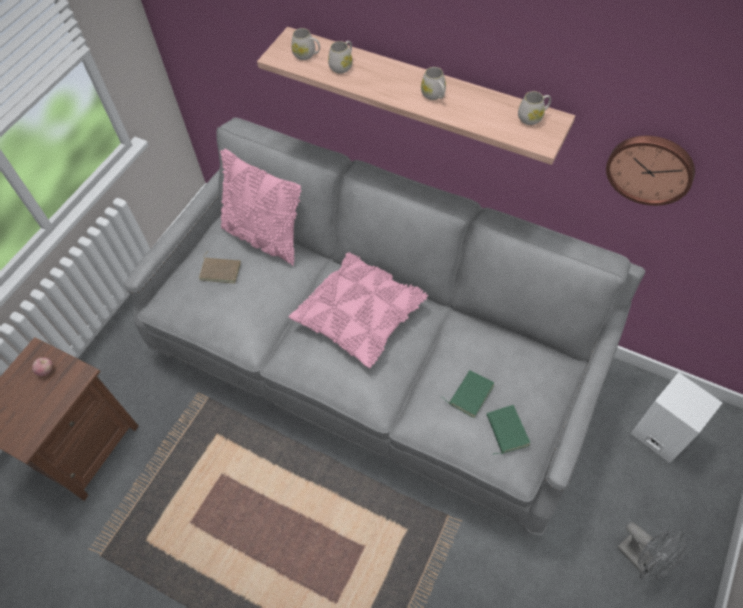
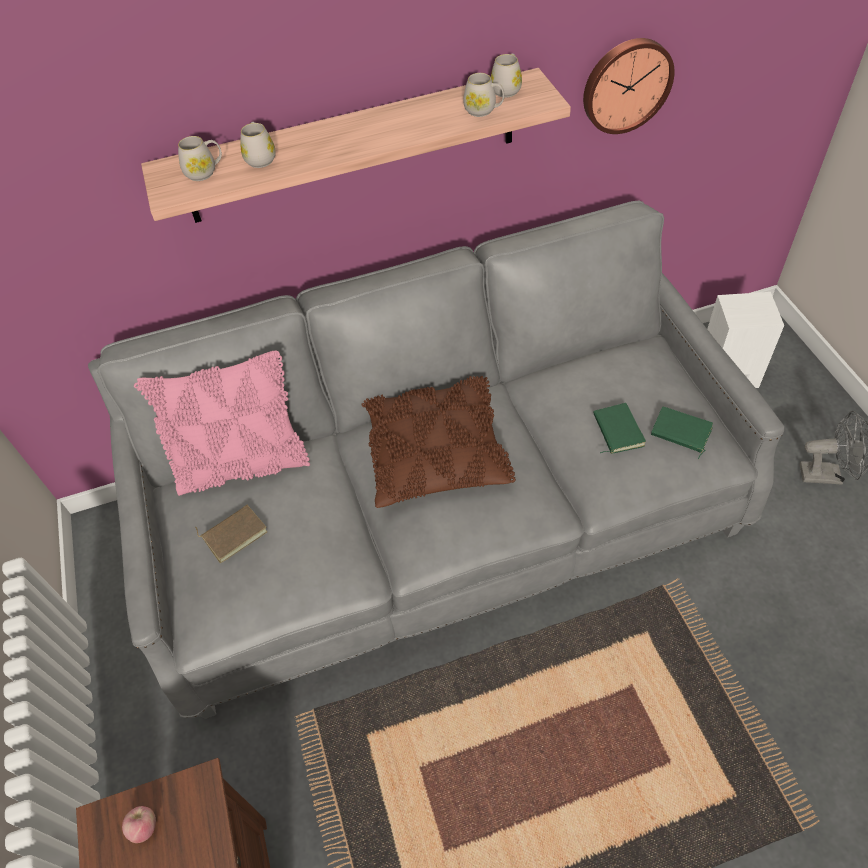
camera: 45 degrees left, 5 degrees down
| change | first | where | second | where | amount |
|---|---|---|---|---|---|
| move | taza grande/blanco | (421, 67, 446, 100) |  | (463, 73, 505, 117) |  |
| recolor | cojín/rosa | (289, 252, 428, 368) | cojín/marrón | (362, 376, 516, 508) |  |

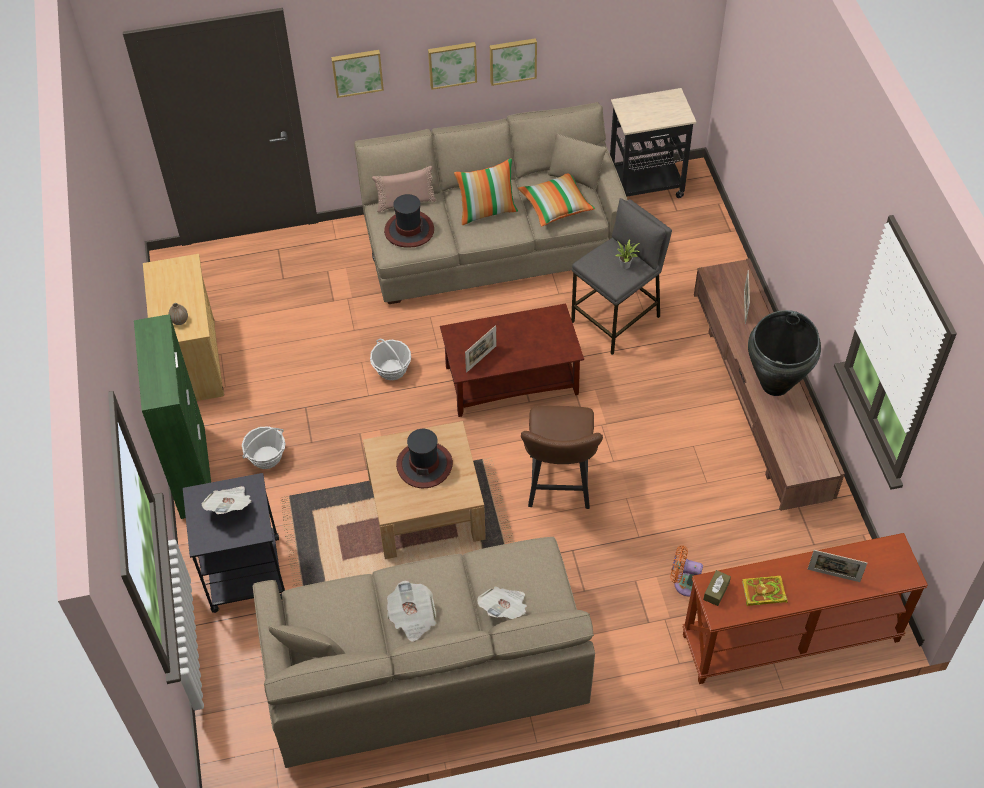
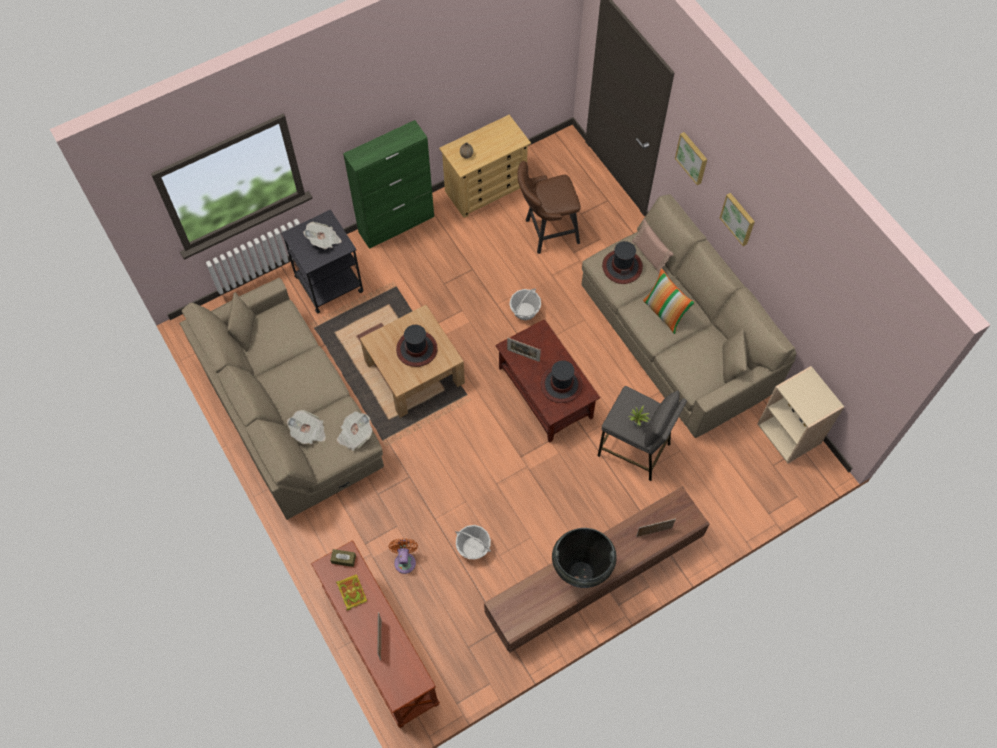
camera: 70 degrees right, 10 degrees up
| change | first | where | second | where | amount |
|---|---|---|---|---|---|
| delete | cuadro | (490, 38, 537, 86) |  |  |  |
| replace | carrito | (610, 88, 696, 198) | estantería/beis | (757, 366, 844, 463) |  |
| delete | cojín | (518, 174, 595, 226) |  |  |  |
| move | taburete/marrón | (521, 406, 603, 509) |  | (517, 161, 581, 254) |  |
| move | cesta | (242, 426, 285, 469) |  | (455, 525, 491, 559) |  |
| move | periódico | (387, 580, 436, 642) |  | (337, 411, 372, 451) |  |
| insert |  |  | sombrero | (541, 360, 583, 403) |  |

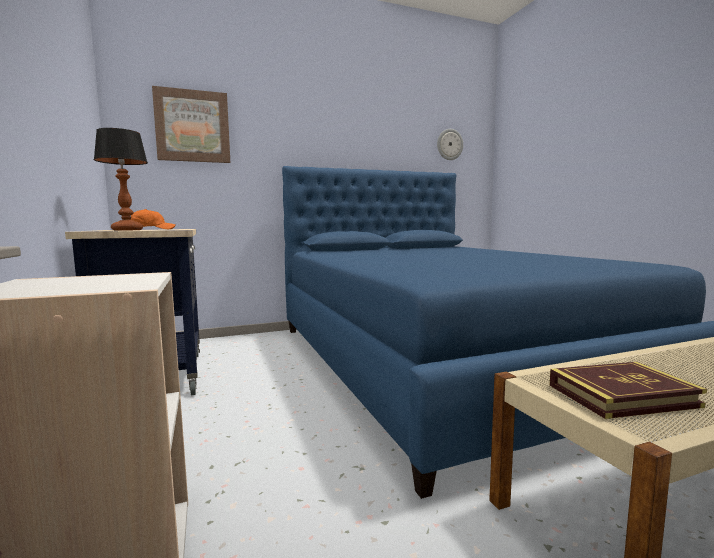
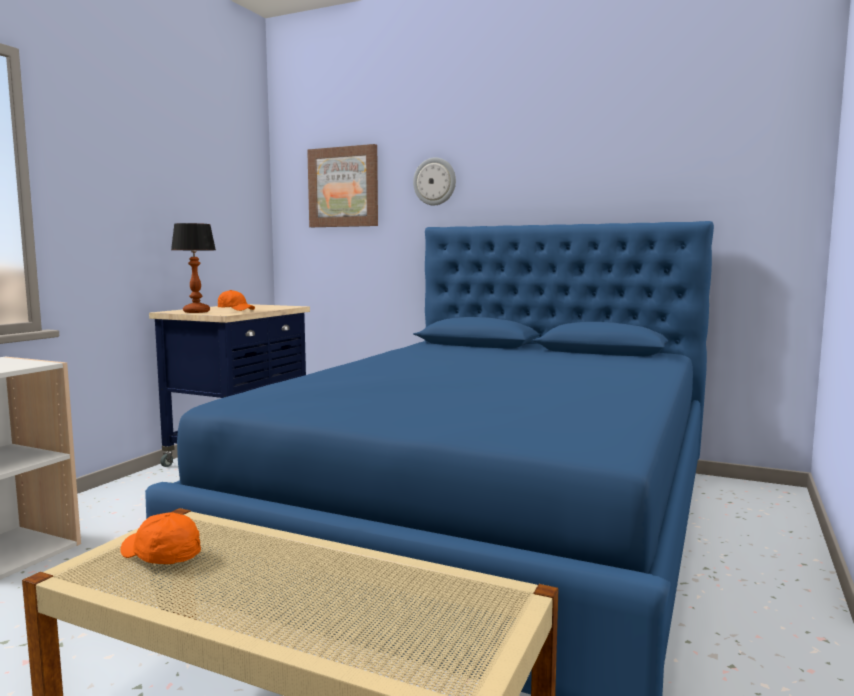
camera: 45 degrees right, 0 degrees up
| change | first | where | second | where | amount |
|---|---|---|---|---|---|
| move | reloj de pared | (437, 129, 463, 160) |  | (413, 157, 456, 205) |  |
| replace | libro | (550, 362, 707, 419) | gorra/naranja | (120, 512, 201, 564) |  |

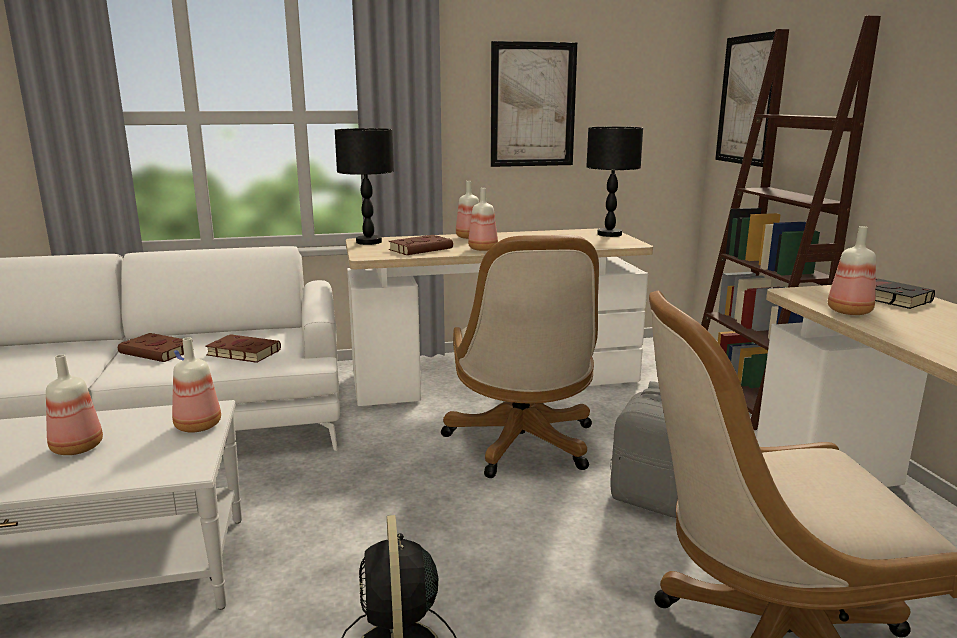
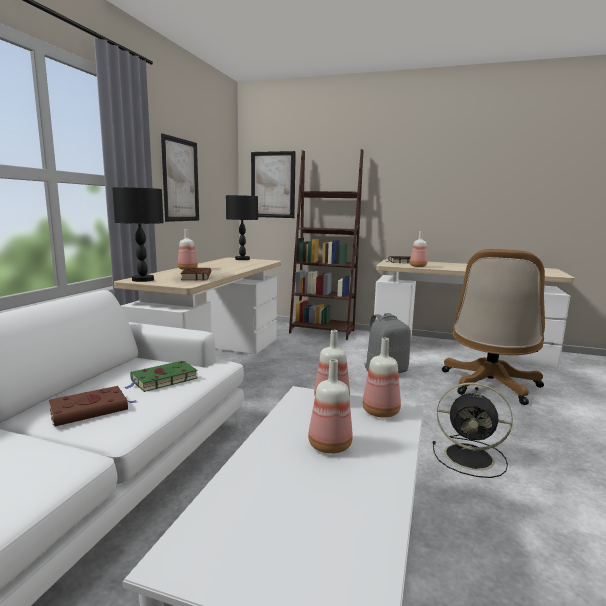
camera: 60 degrees left, 5 degrees down
| change | first | where | second | where | amount |
|---|---|---|---|---|---|
| move | botella | (468, 188, 498, 251) |  | (363, 338, 401, 418) |  |
| delete | silla de oficina | (441, 235, 599, 478) |  |  |  |
| recolor | libro/marrón | (205, 334, 281, 363) | libro/verde | (124, 361, 198, 392) |  |

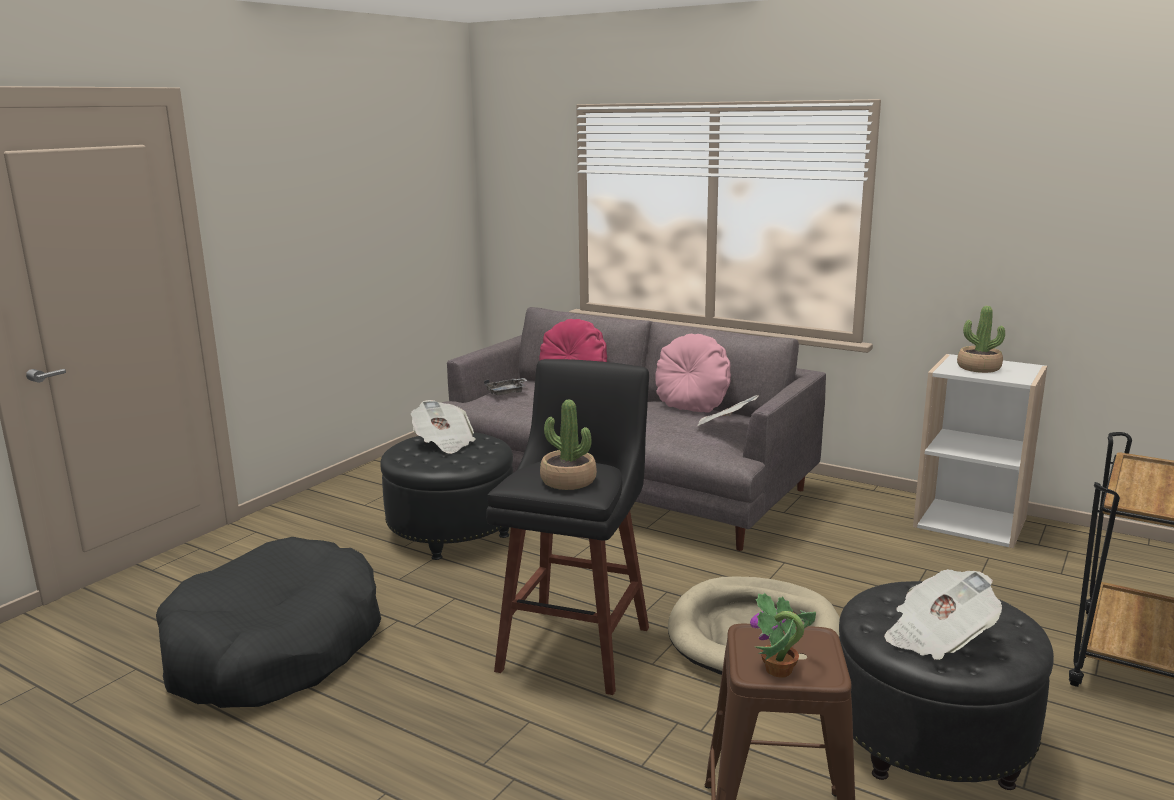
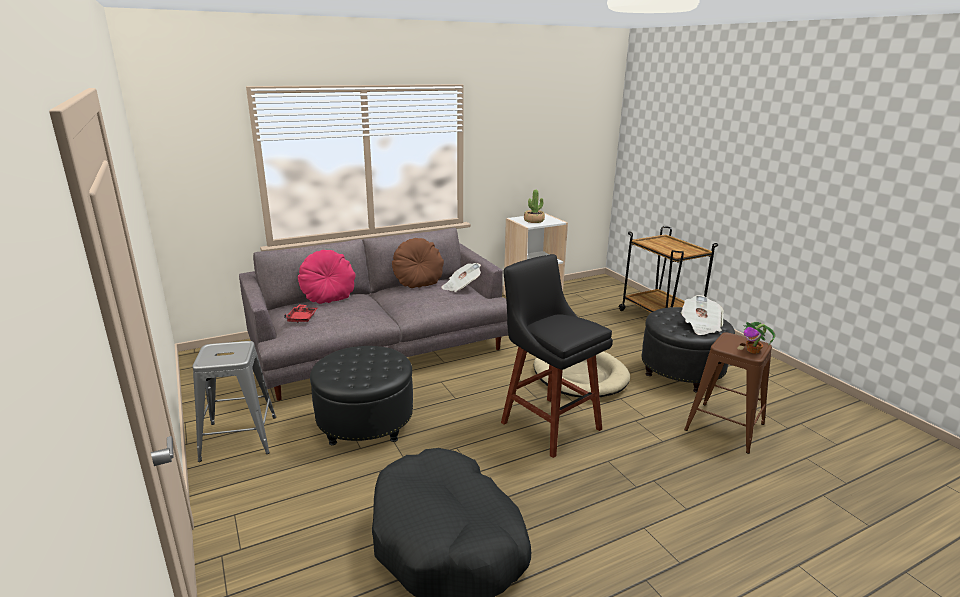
camera: 60 degrees left, 5 degrees up
| change | first | where | second | where | amount |
|---|---|---|---|---|---|
| recolor | cojín/rosa | (655, 334, 731, 413) | cojín/marrón | (392, 238, 444, 288) |  |
| recolor | bandeja/gris | (484, 378, 528, 395) | bandeja/rojo | (284, 304, 317, 323) |  |
| delete | planta en maceta | (540, 399, 597, 490) |  |  |  |
| delete | periódico | (411, 400, 476, 454) |  |  |  |
| insert |  |  | taburete/gris | (193, 341, 276, 462) |  |

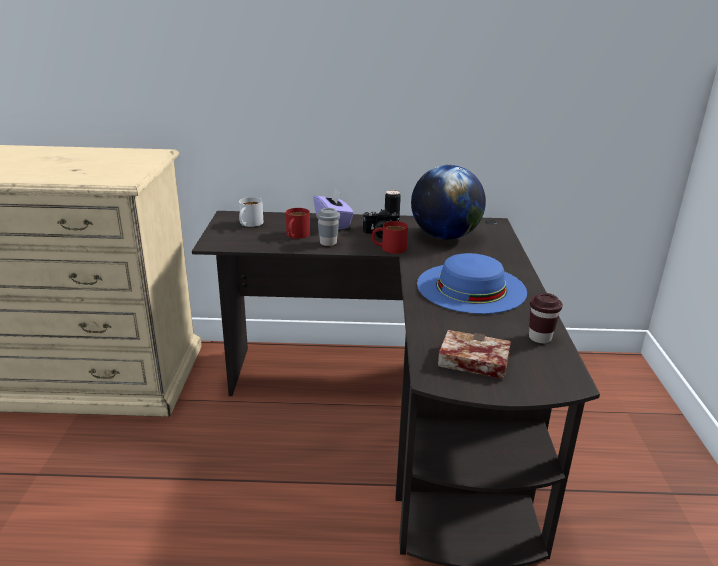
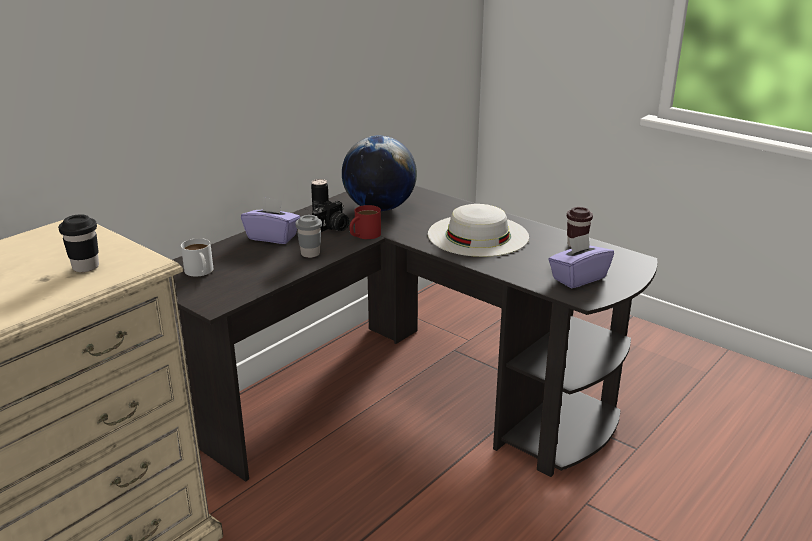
camera: 50 degrees left, 0 degrees up
| change | first | where | second | where | amount |
|---|---|---|---|---|---|
| delete | taza grande/rojo | (286, 208, 310, 239) |  |  |  |
| recolor | sombrero/azul | (417, 253, 527, 314) | sombrero/blanco | (428, 204, 529, 257) |  |
| replace | libro | (438, 330, 511, 379) | caja de pañuelos/morado | (548, 233, 614, 288) |  |
| insert |  |  | taza/negro | (58, 214, 99, 272) |  |

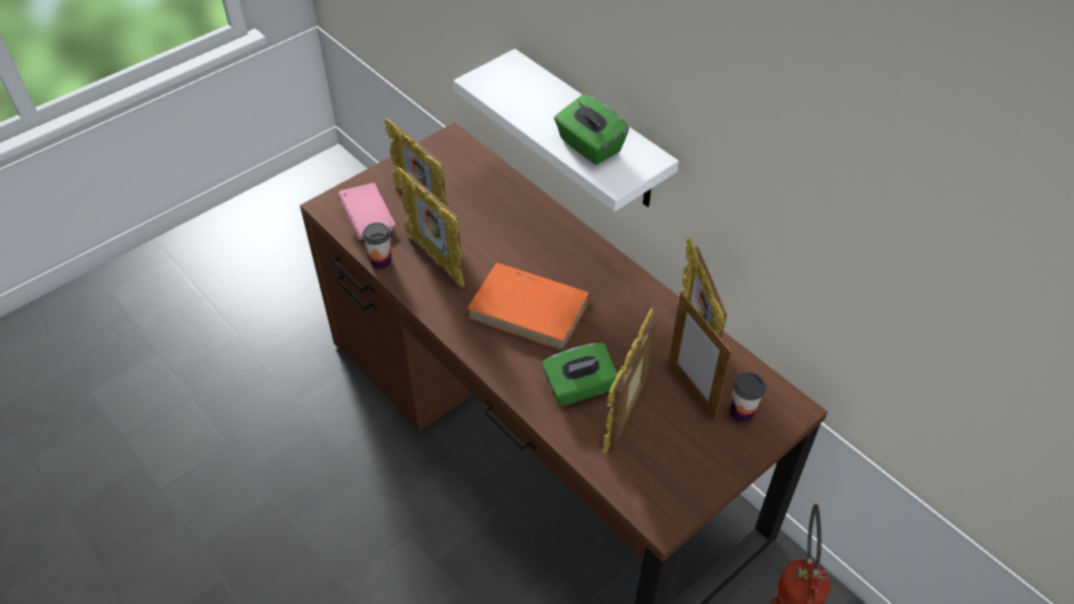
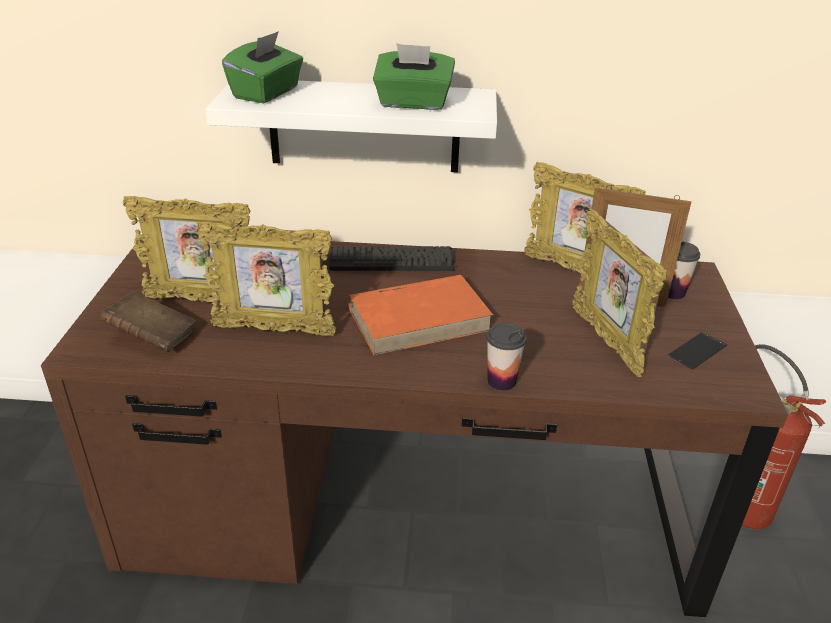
camera: 45 degrees left, 15 degrees down
| change | first | where | second | where | amount |
|---|---|---|---|---|---|
| recolor | libro/rosa | (337, 183, 395, 239) | libro/marrón | (101, 291, 196, 352) |  |
| move | taza | (362, 222, 392, 269) |  | (486, 322, 527, 391) |  |
| move | caja de pañuelos/verde | (542, 343, 617, 406) |  | (222, 31, 303, 104) |  |
| insert |  |  | teclado | (329, 246, 455, 271) |  |
| insert |  |  | móvil | (668, 332, 727, 370) |  |

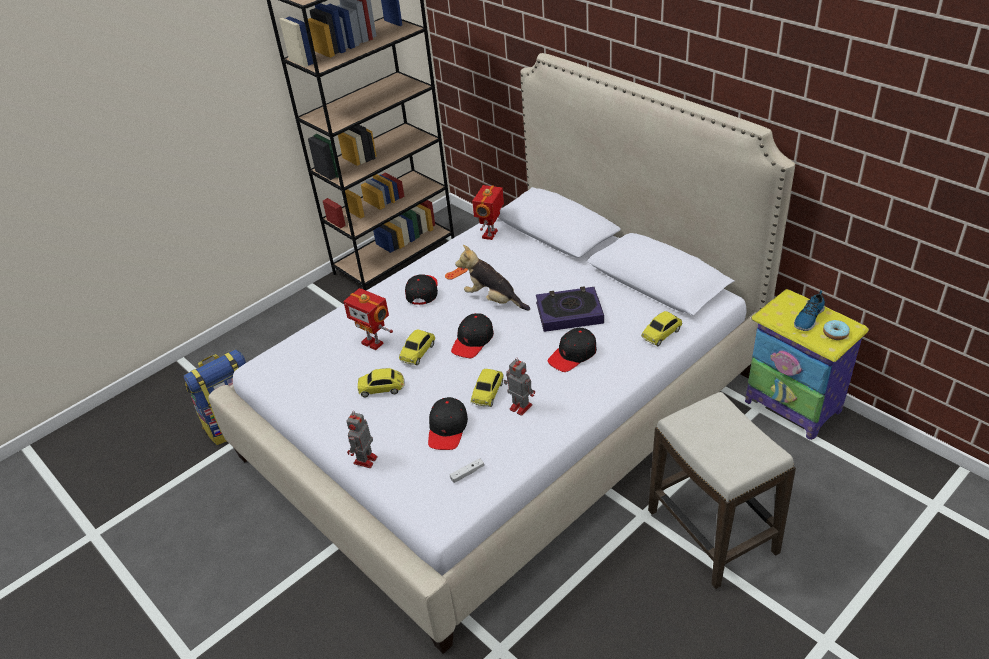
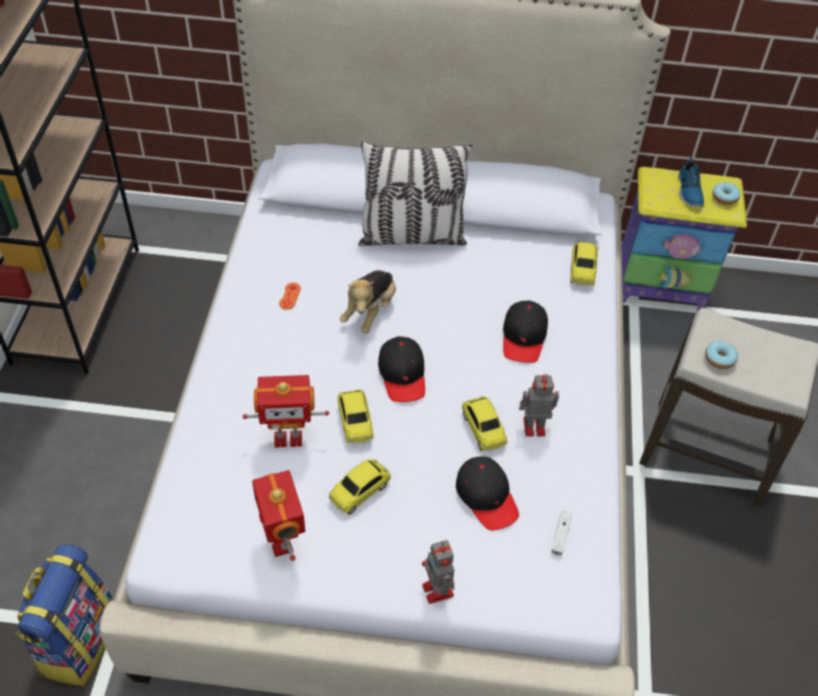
camera: 45 degrees left, 10 degrees up
| change | first | where | second | where | amount |
|---|---|---|---|---|---|
| move | robot de juguete | (472, 185, 504, 240) |  | (252, 470, 305, 561) |  |
| rotate | peluche | (455, 245, 530, 311) |  | (340, 270, 396, 333) | 60 degrees counterclockwise |
| delete | gorra/negro | (405, 274, 438, 305) |  |  |  |
| delete | libro | (536, 286, 604, 332) |  |  |  |
| insert |  |  | cojín | (358, 141, 472, 246) |  |
| insert |  |  | rosquilla | (705, 341, 738, 369) |  |

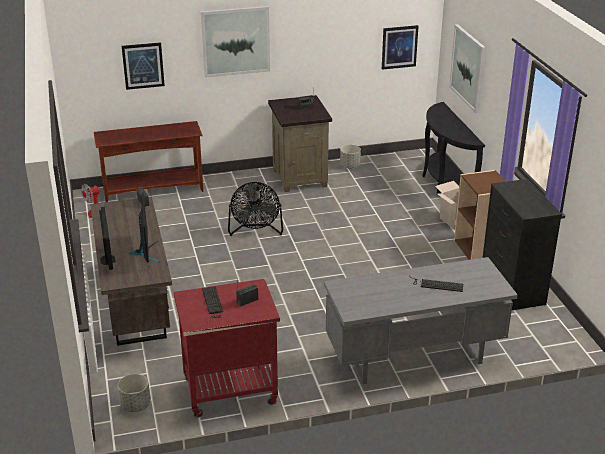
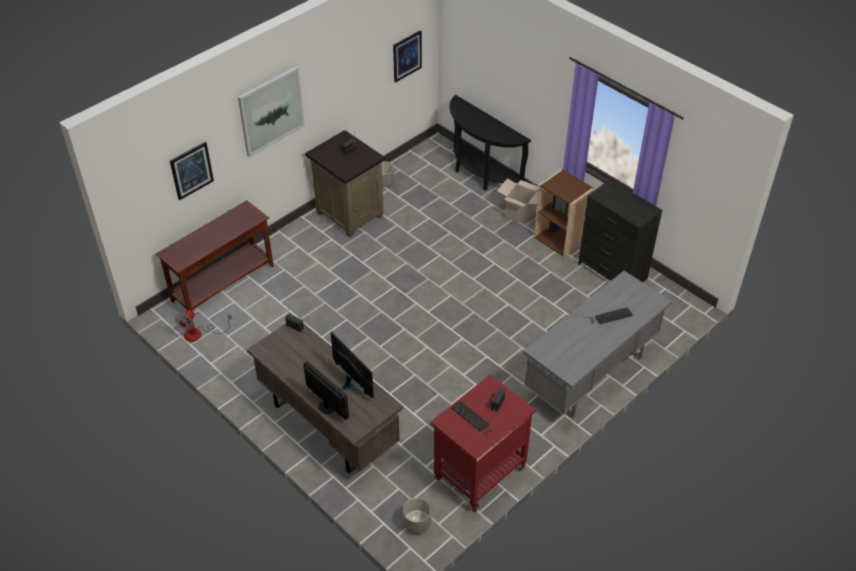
camera: 30 degrees left, 15 degrees up
| change | first | where | second | where | amount |
|---|---|---|---|---|---|
| delete | cuadro | (449, 24, 485, 113) |  |  |  |
| delete | ventilador/negro | (228, 182, 283, 236) |  |  |  |

